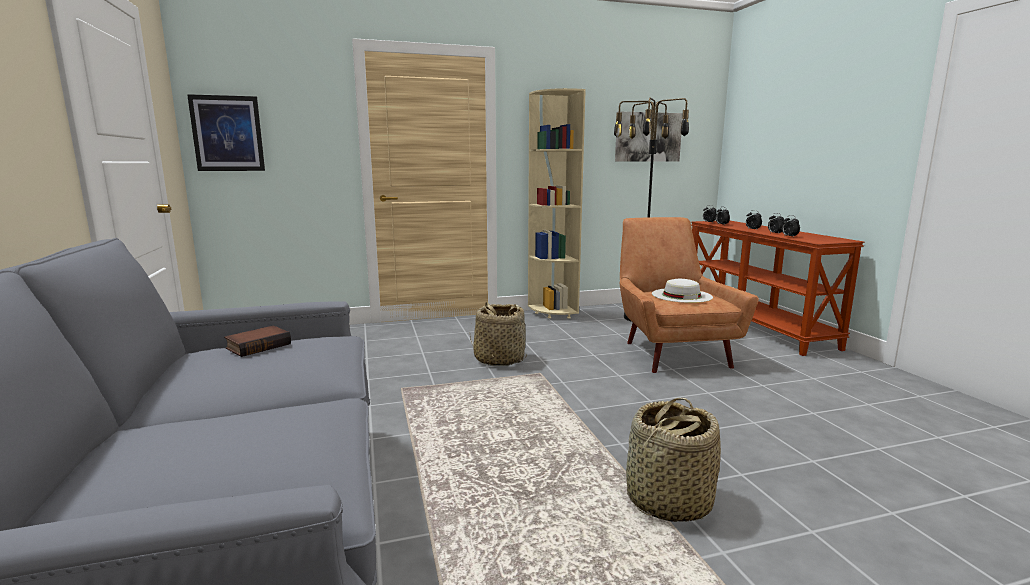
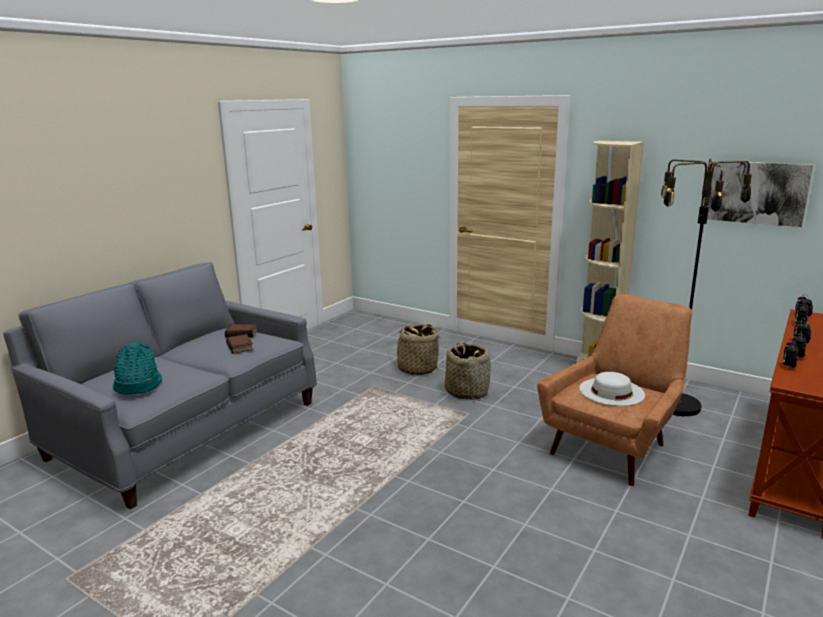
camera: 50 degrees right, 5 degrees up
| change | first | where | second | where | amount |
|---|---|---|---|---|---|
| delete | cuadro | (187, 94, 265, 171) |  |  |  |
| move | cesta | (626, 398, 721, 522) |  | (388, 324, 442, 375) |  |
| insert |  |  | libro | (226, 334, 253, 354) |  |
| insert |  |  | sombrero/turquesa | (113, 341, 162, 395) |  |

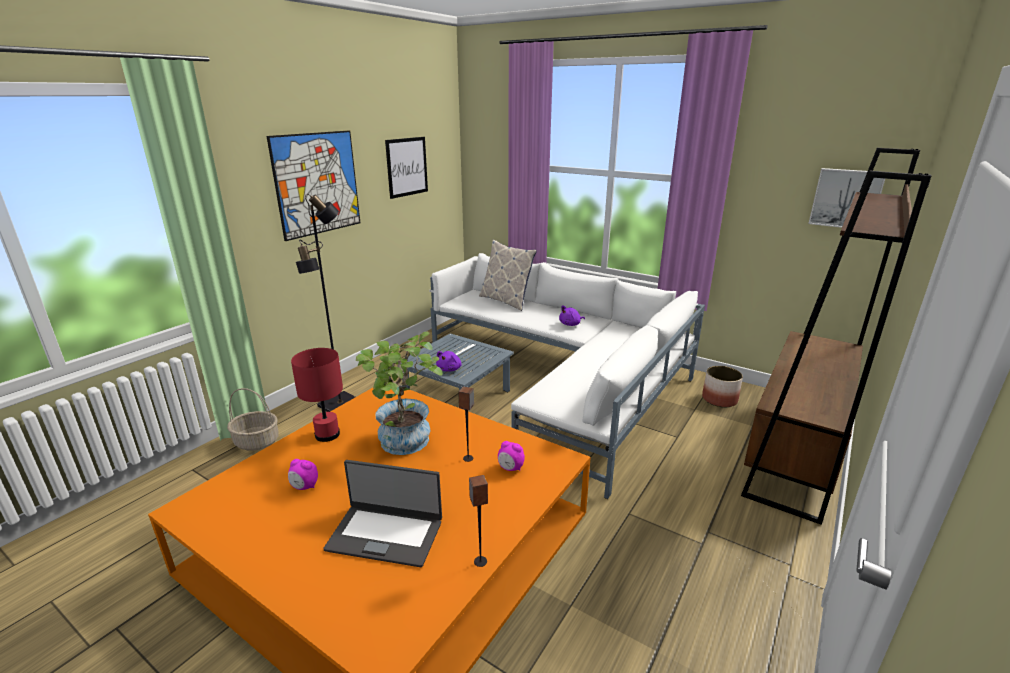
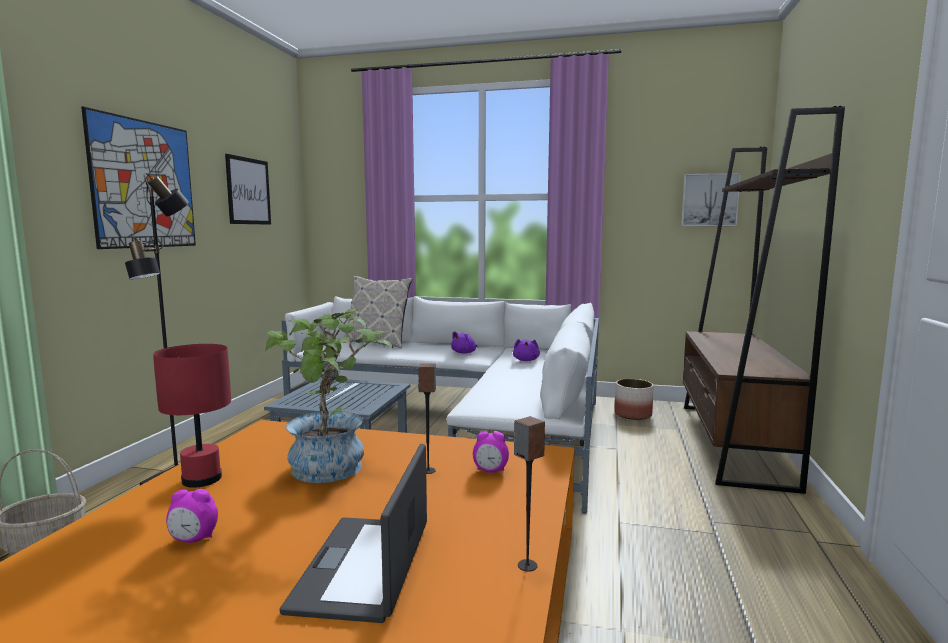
camera: 20 degrees left, 15 degrees down
| change | first | where | second | where | amount |
|---|---|---|---|---|---|
| move | peluche/morado | (436, 351, 462, 372) |  | (513, 339, 540, 361) |  |
| rotate | portátil | (324, 460, 442, 567) |  | (280, 444, 427, 623) | 105 degrees clockwise |

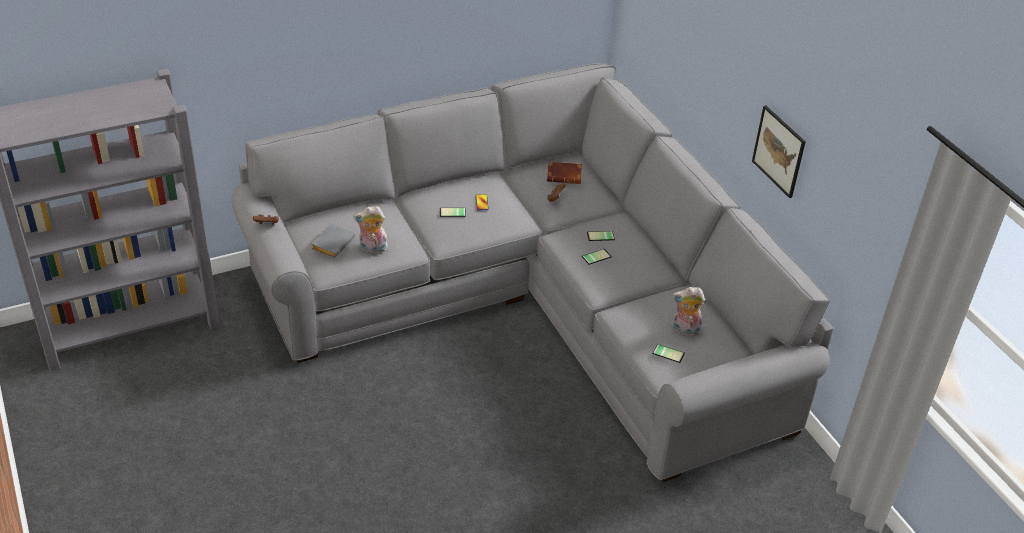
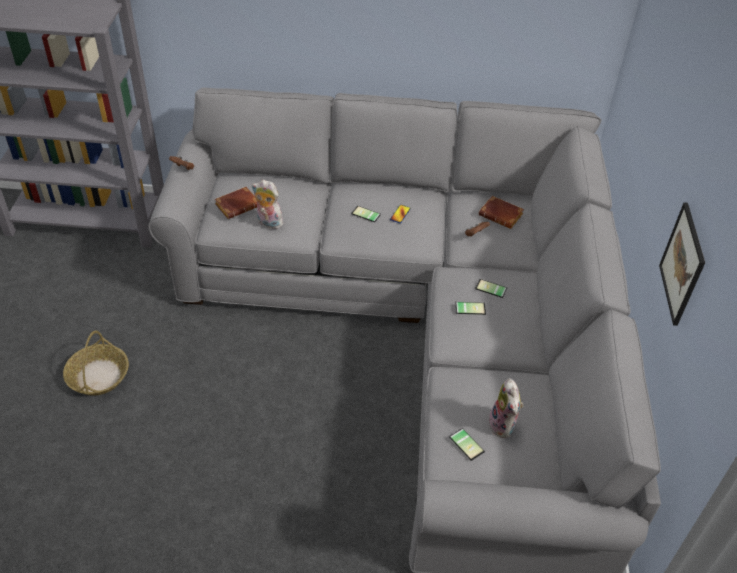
camera: 30 degrees right, 5 degrees up
| change | first | where | second | where | amount |
|---|---|---|---|---|---|
| recolor | libro/gris | (311, 224, 355, 258) | libro/marrón | (214, 187, 257, 219) |  |
| rotate | peluche | (672, 287, 705, 336) |  | (487, 378, 524, 438) | 135 degrees counterclockwise |
| insert |  |  | cesta | (63, 330, 129, 396) |  |

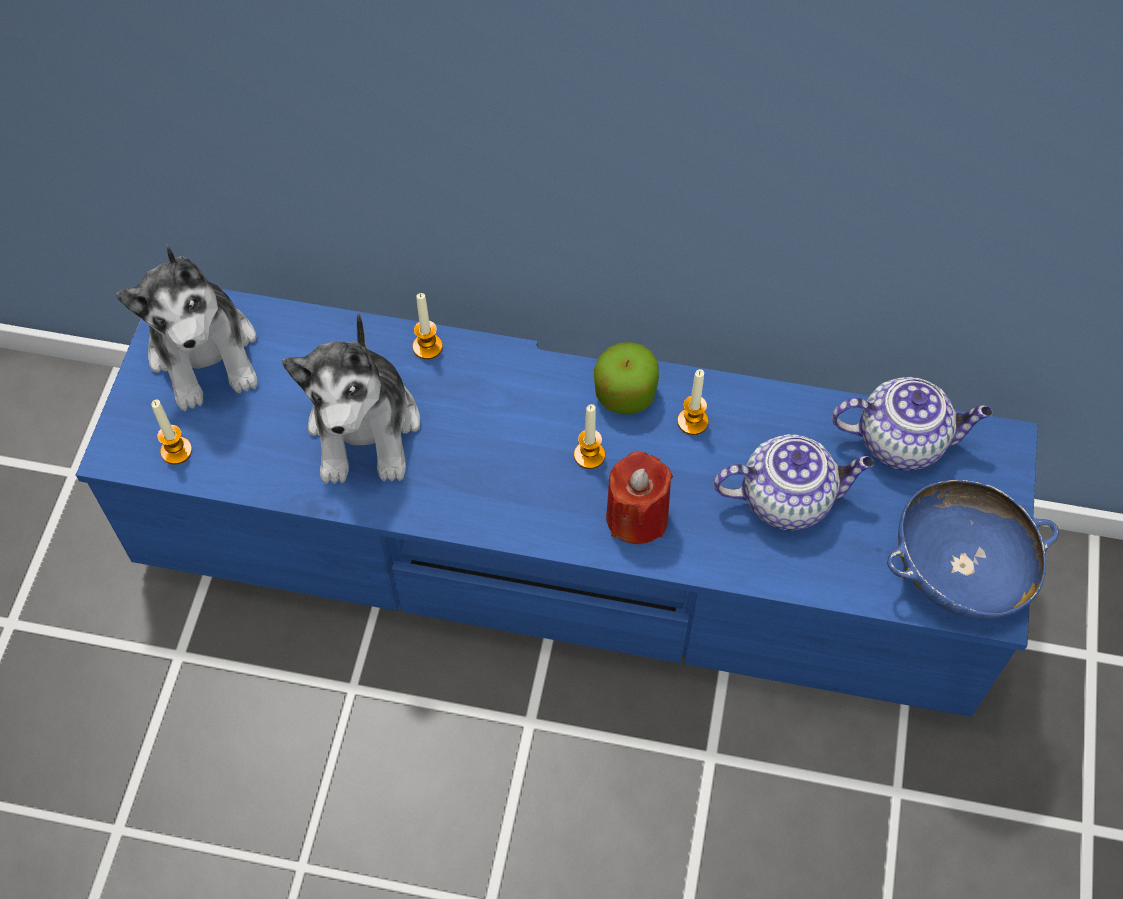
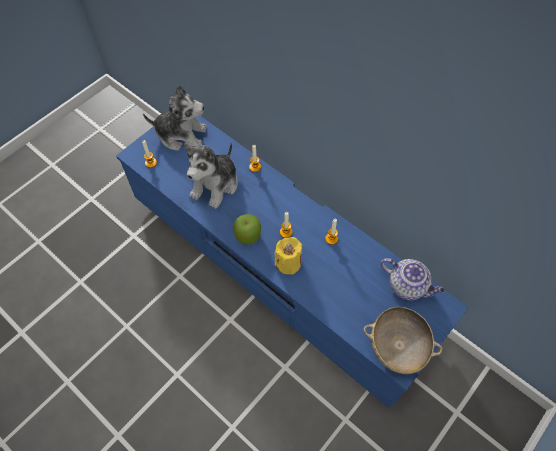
camera: 30 degrees right, 0 degrees up
| change | first | where | second | where | amount |
|---|---|---|---|---|---|
| rotate | peluche | (116, 245, 258, 411) |  | (143, 85, 207, 151) | 90 degrees counterclockwise |
| move | manzana | (594, 342, 659, 414) |  | (233, 214, 261, 245) |  |
| delete | tetera | (714, 434, 874, 531) |  |  |  |
| recolor | vela/rojo | (606, 451, 673, 544) | vela/amarillo | (274, 237, 302, 275) |  |
| recolor | cuenco/azul | (887, 480, 1059, 620) | cuenco/beis | (363, 307, 443, 374) |  |

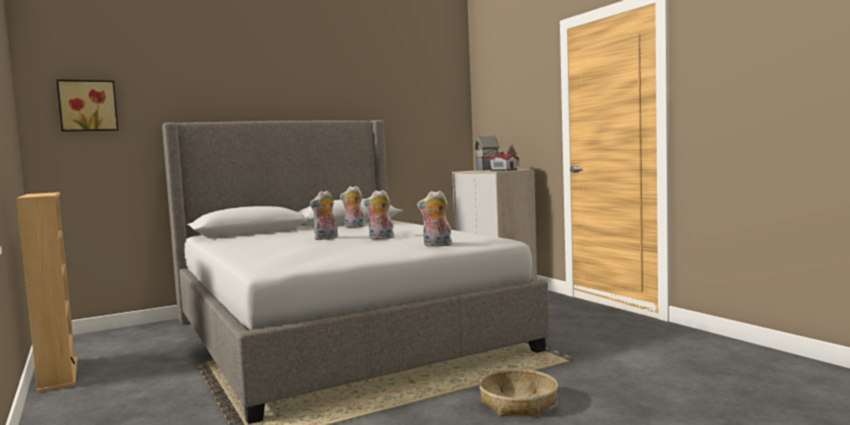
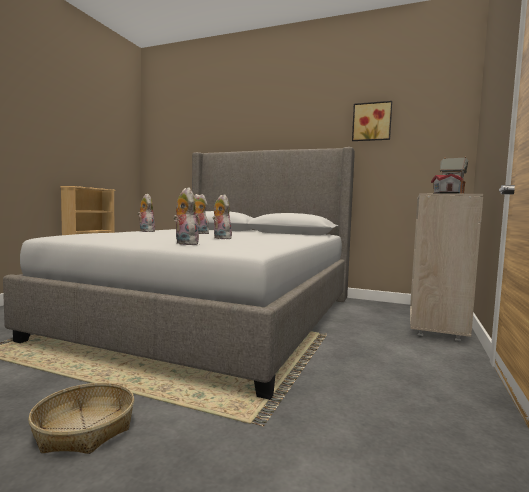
camera: 50 degrees right, 0 degrees up
| change | first | where | second | where | amount |
|---|---|---|---|---|---|
| move | cuadro | (56, 79, 118, 132) |  | (352, 101, 392, 141) |  |
| move | peluche | (340, 186, 366, 227) |  | (137, 194, 155, 232) |  |

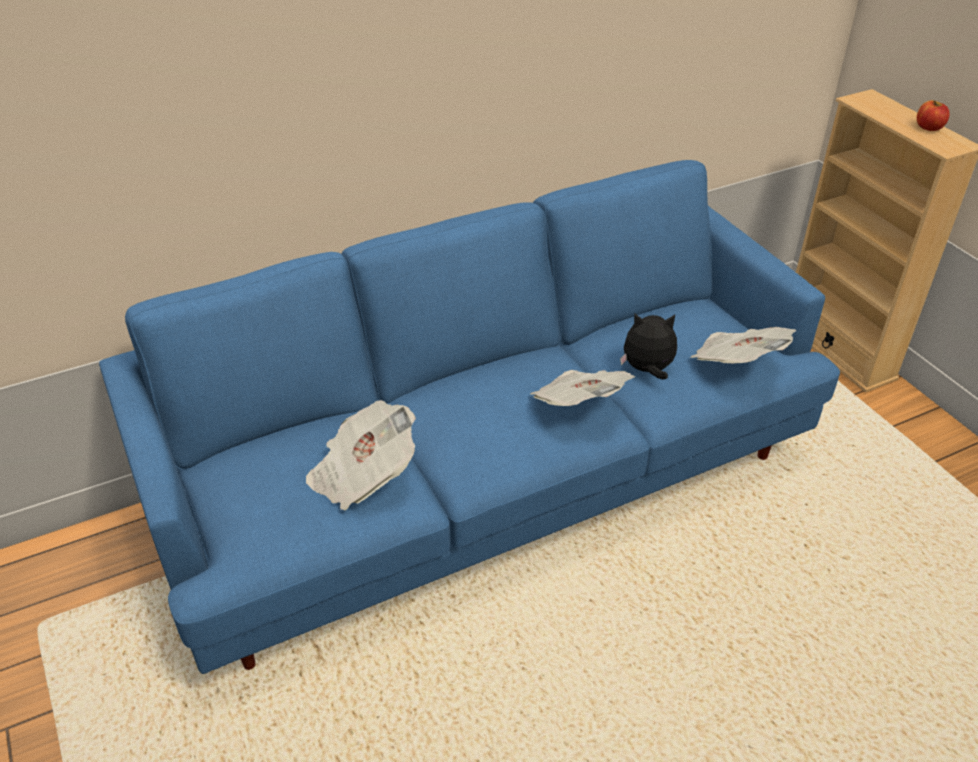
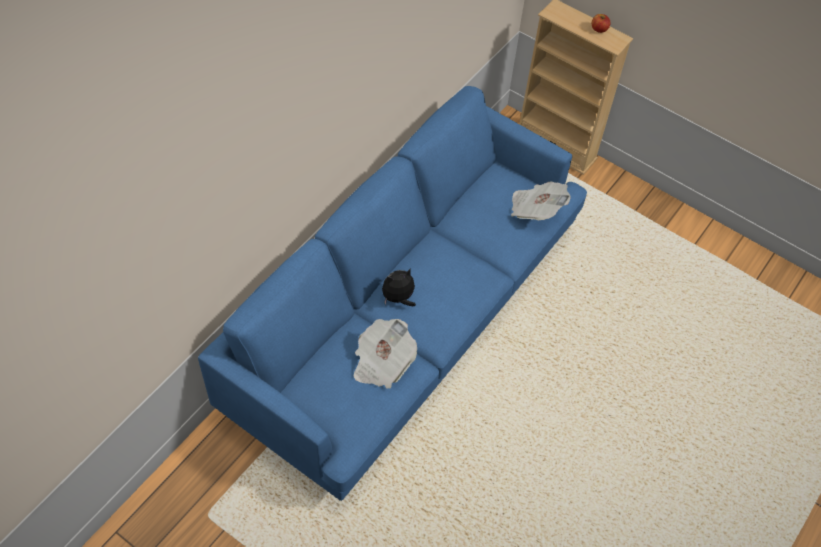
camera: 30 degrees left, 15 degrees up
| change | first | where | second | where | amount |
|---|---|---|---|---|---|
| move | peluche | (620, 314, 677, 380) |  | (382, 269, 416, 306) |  |
| delete | periódico | (530, 370, 635, 406) |  |  |  |

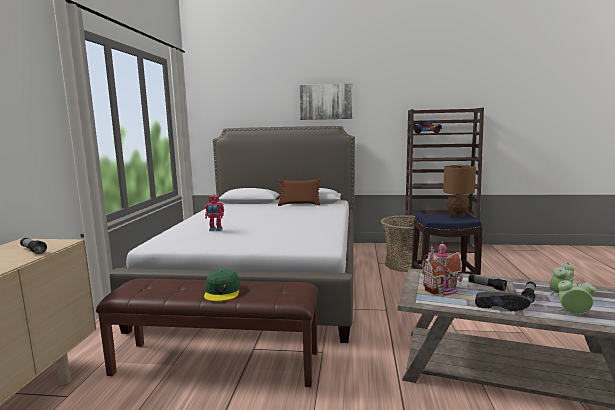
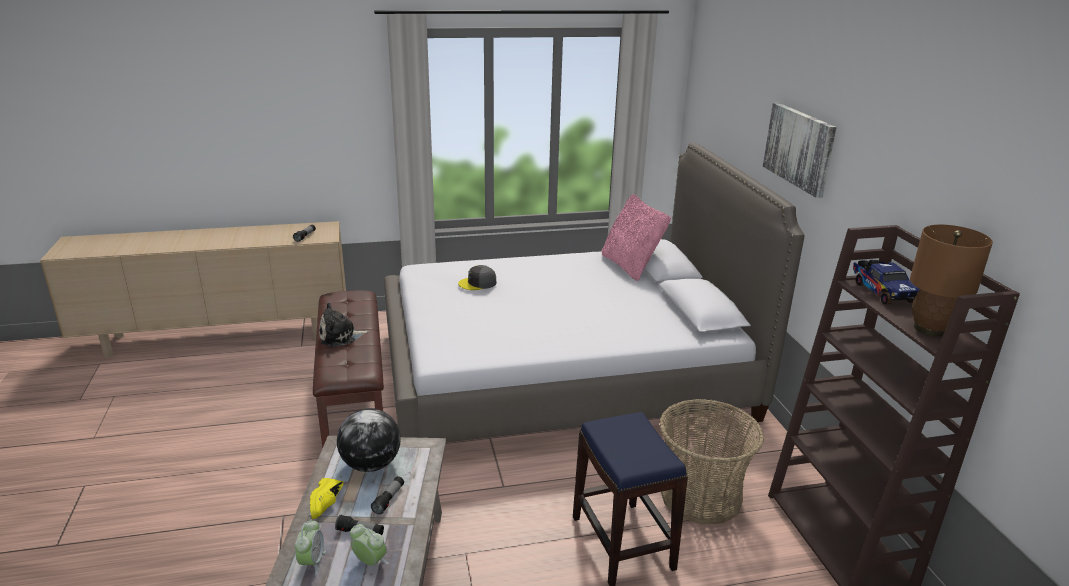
camera: 70 degrees right, 15 degrees up
| change | first | where | second | where | amount |
|---|---|---|---|---|---|
| move | lámpara de mesa/marrón | (443, 164, 476, 218) |  | (910, 225, 993, 337) |  |
| delete | cojín/marrón | (278, 178, 321, 206) |  |  |  |
| replace | robot de juguete | (205, 194, 224, 231) | gorra/gris | (458, 265, 496, 290) |  |
| replace | casita | (422, 241, 463, 296) | globo terráqueo | (337, 408, 401, 472) |  |
| replace | gorra/verde | (204, 270, 240, 301) | peluche | (319, 302, 370, 346) |  |
| recolor | zapato/negro | (475, 292, 530, 311) | zapato/amarillo | (310, 478, 343, 519) |  |
| insert |  |  | cojín/rosa | (601, 194, 672, 281) |  |

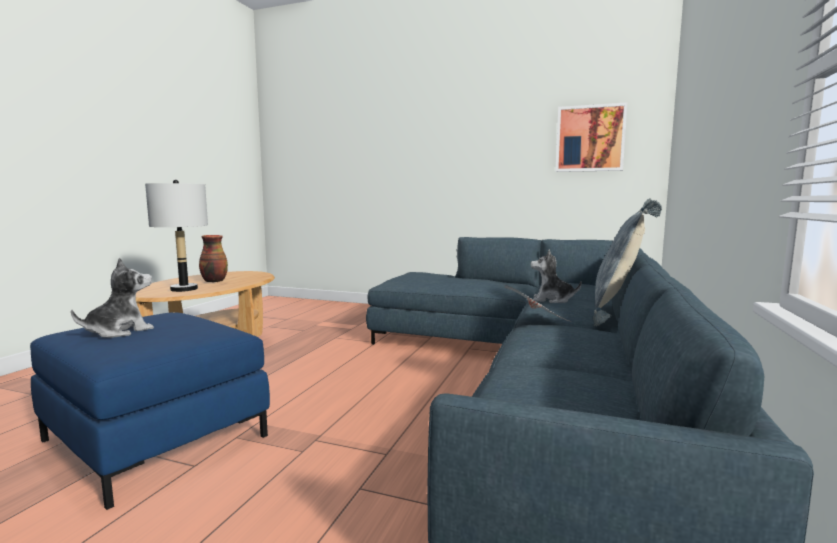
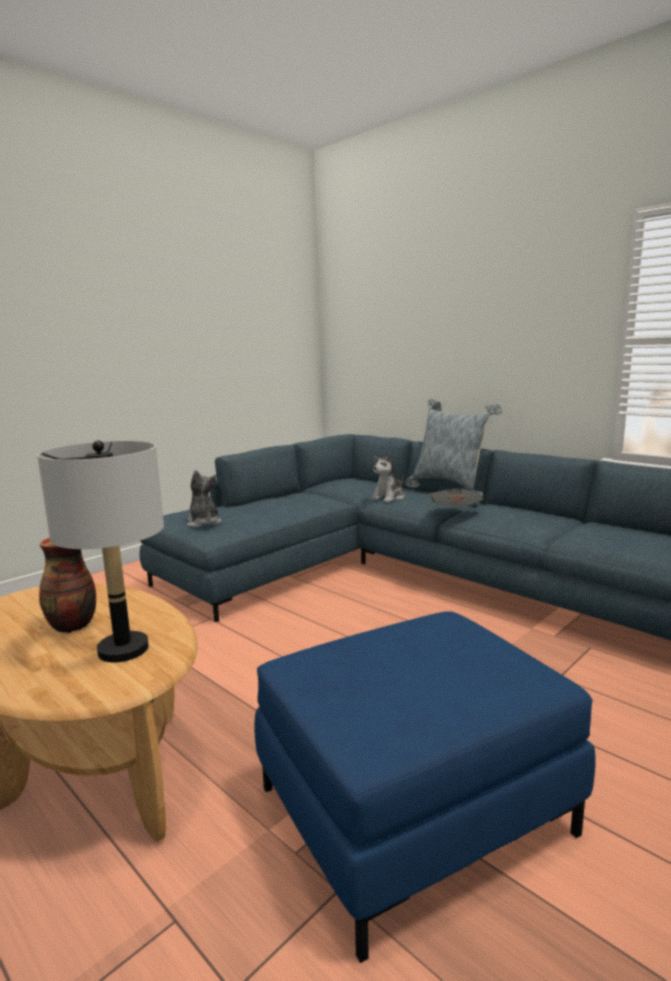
camera: 65 degrees left, 5 degrees up
| change | first | where | second | where | amount |
|---|---|---|---|---|---|
| delete | cuadro | (555, 102, 627, 172) |  |  |  |
| move | peluche | (71, 258, 154, 338) |  | (187, 470, 221, 528) |  |

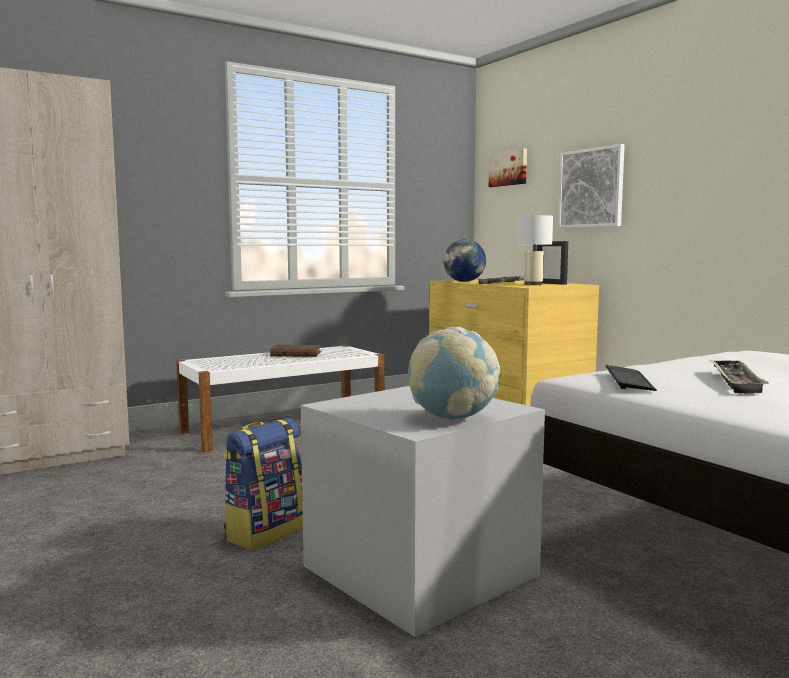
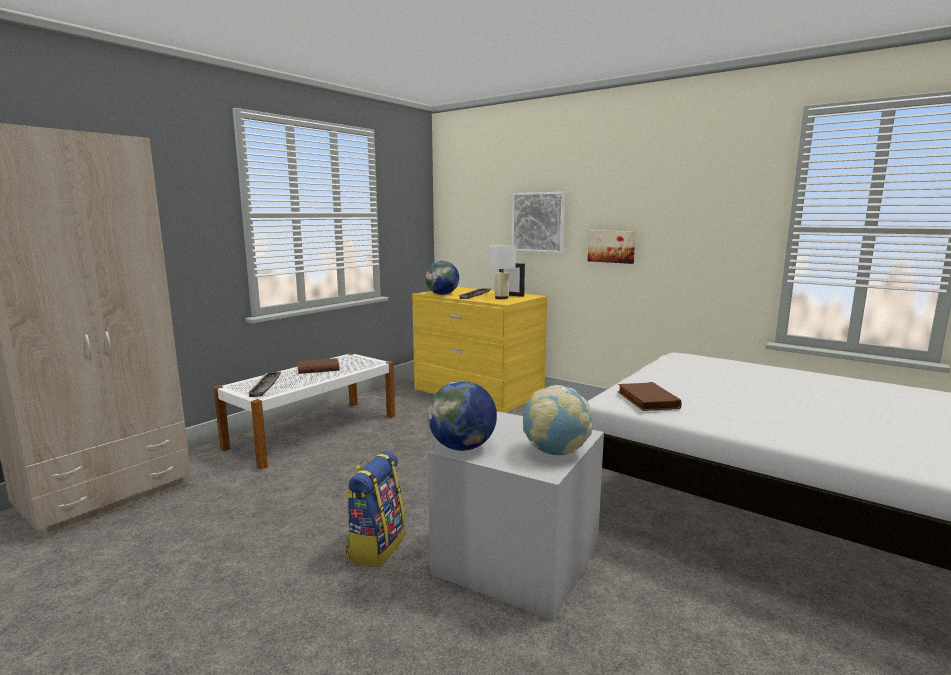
camera: 20 degrees left, 5 degrees up
| change | first | where | second | where | amount |
|---|---|---|---|---|---|
| move | cuadro | (489, 148, 527, 187) |  | (588, 230, 636, 264) |  |
| move | bandeja | (709, 360, 769, 393) |  | (247, 372, 281, 397) |  |
| replace | teclado | (606, 365, 657, 391) | libro/marrón | (618, 382, 682, 411) |  |
| insert |  |  | globo terráqueo | (428, 381, 497, 451) |  |

